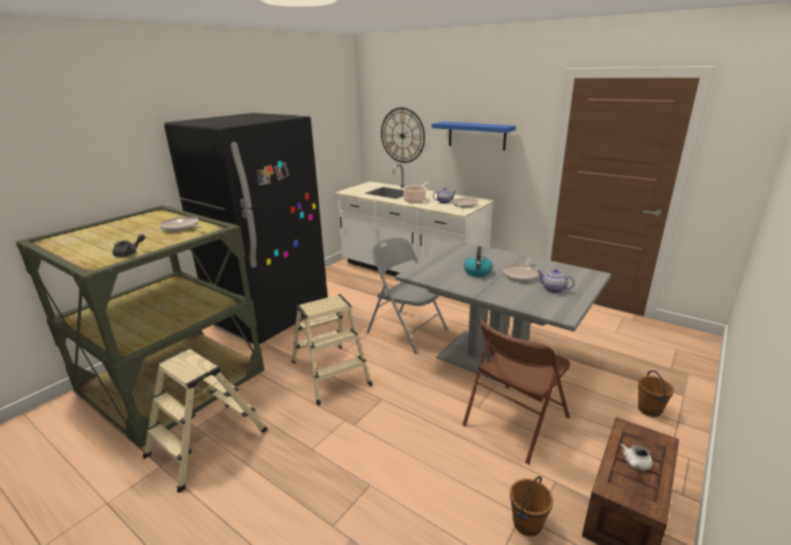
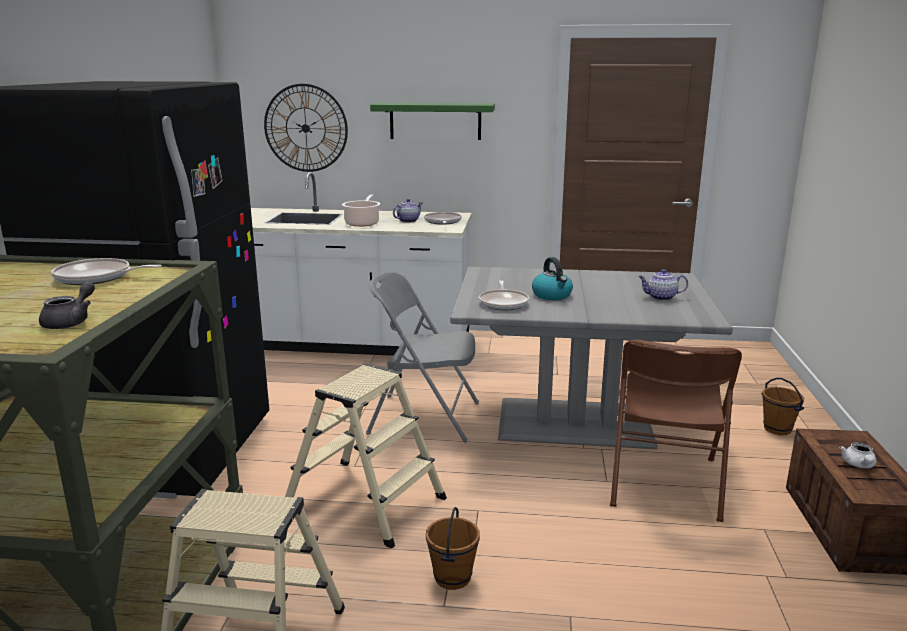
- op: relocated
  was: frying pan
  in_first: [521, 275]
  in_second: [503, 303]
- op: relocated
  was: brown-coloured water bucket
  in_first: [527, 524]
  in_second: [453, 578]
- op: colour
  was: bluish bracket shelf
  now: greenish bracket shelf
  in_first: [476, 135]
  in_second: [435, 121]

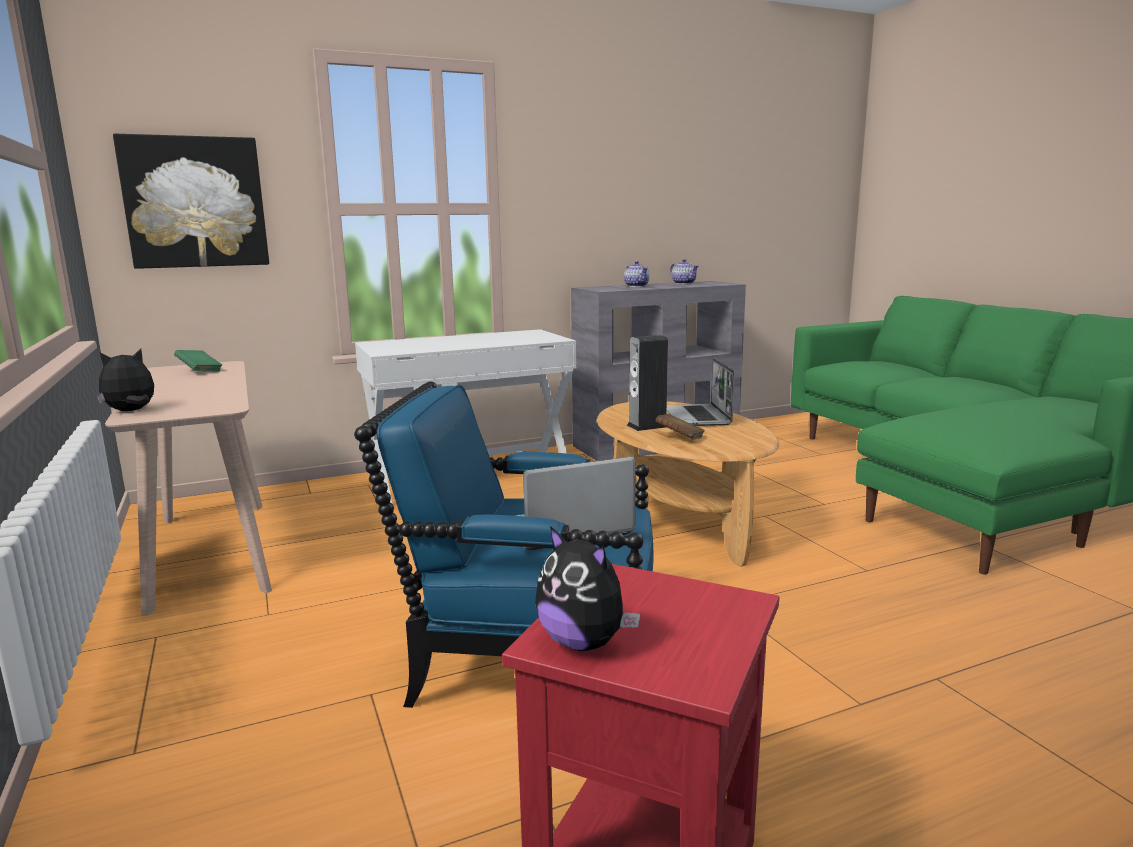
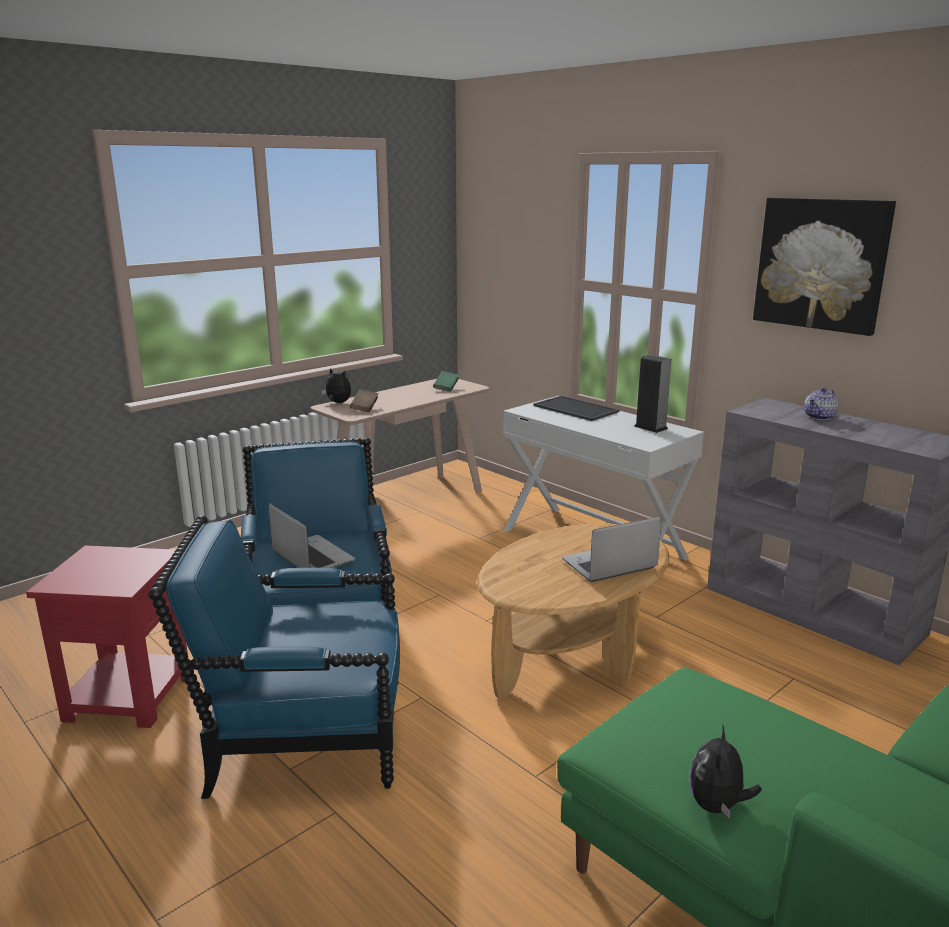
- op: missing
  was: pot for tea
  in_first: [683, 283]
- op: appeared
  now: bluish armchair
  in_second: [300, 736]
- op: appeared
  now: carrying tray
  in_second: [577, 408]
- op: relocated
  was: wall picture
  in_first: [195, 202]
  in_second: [821, 264]
- op: relocated
  was: plush toy
  in_first: [583, 642]
  in_second: [717, 806]
- op: relocated
  was: audio speaker
  in_first: [647, 426]
  in_second: [651, 427]
- op: relocated
  was: brown-coloured book
  in_first: [679, 438]
  in_second: [364, 408]

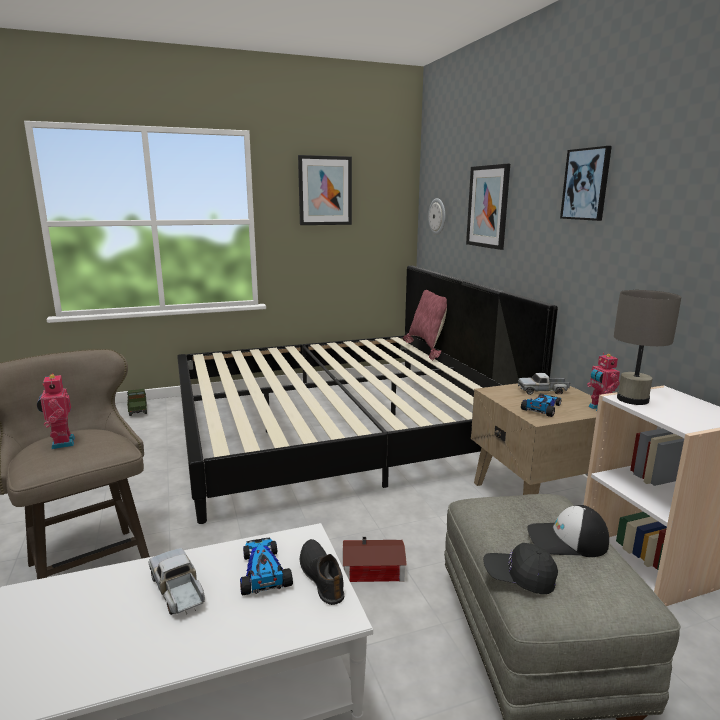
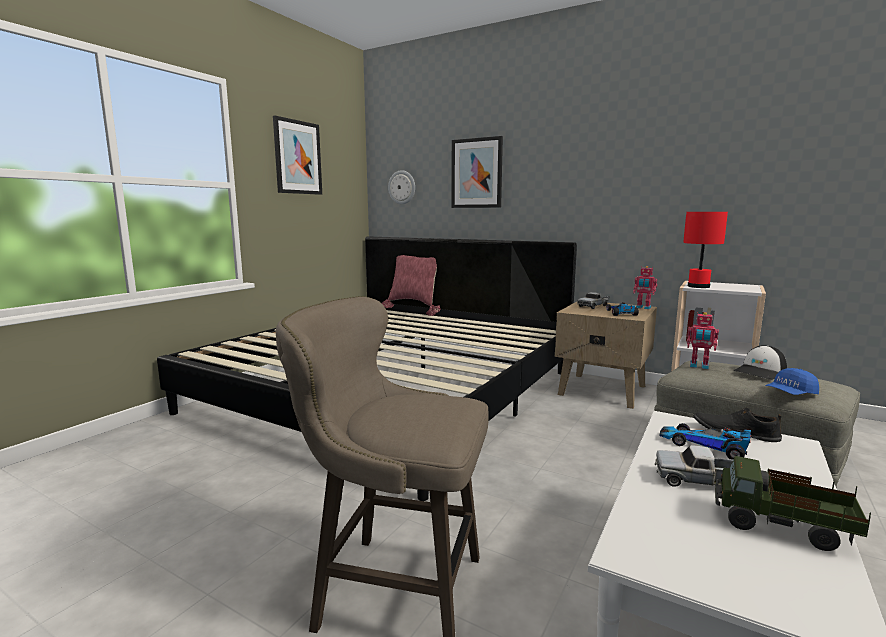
- op: missing
  was: toy house
  in_first: [375, 571]
- op: missing
  was: wall picture
  in_first: [586, 184]
- op: relocated
  was: toy robot
  in_first: [61, 443]
  in_second: [699, 366]
- op: relocated
  was: model truck
  in_first: [138, 411]
  in_second: [782, 527]
- op: colour
  was: black cap
  now: bluish cap
  in_first: [519, 578]
  in_second: [790, 394]
- op: colour
  was: gray lamp for a table
  now: reddish lamp for a table
  in_first: [633, 400]
  in_second: [699, 286]

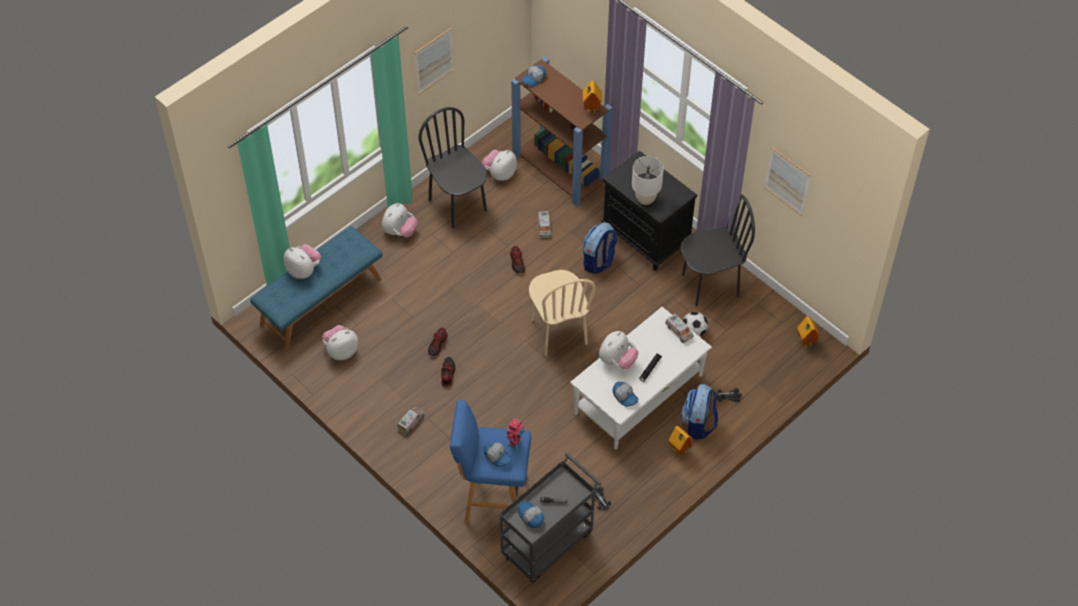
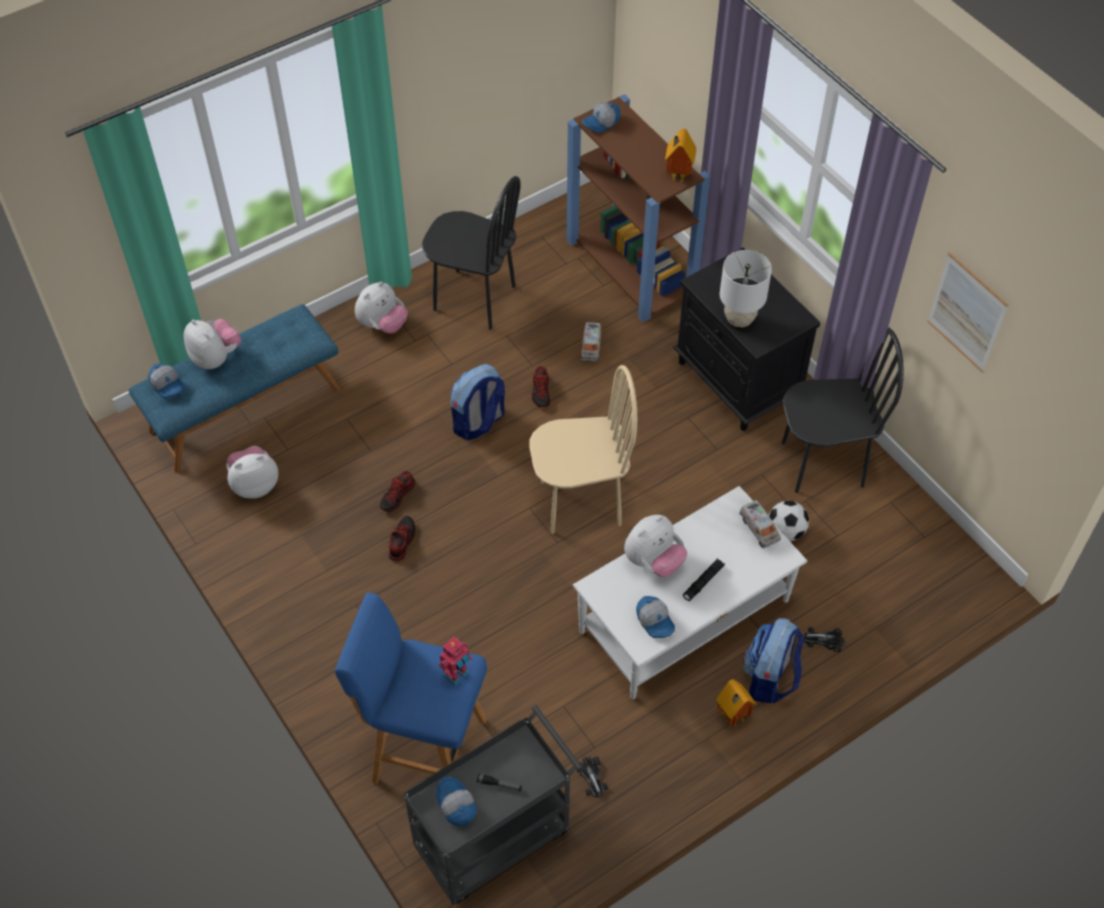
- op: missing
  was: model truck
  in_first: [410, 422]
- op: missing
  was: wall picture
  in_first: [434, 61]
- op: missing
  was: plush toy
  in_first: [500, 174]
- op: missing
  was: toy house
  in_first: [805, 342]
- op: relocated
  was: cap
  in_first: [498, 456]
  in_second: [168, 385]
- op: relocated
  was: knapsack
  in_first: [599, 261]
  in_second: [478, 423]
- op: spun
  was: black plain chair
  in_first: [458, 205]
  in_second: [474, 299]
  clockwise: 135
- op: spun
  was: beige-coloured plain chair
  in_first: [558, 332]
  in_second: [580, 502]
  clockwise: -90

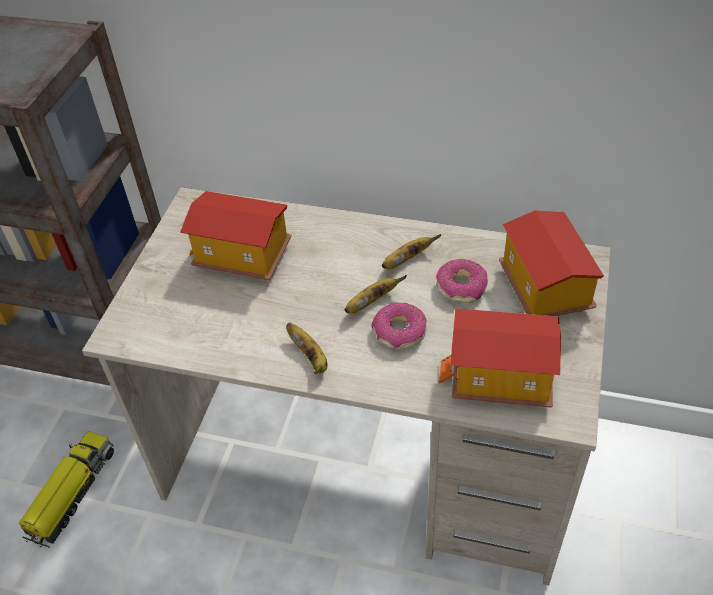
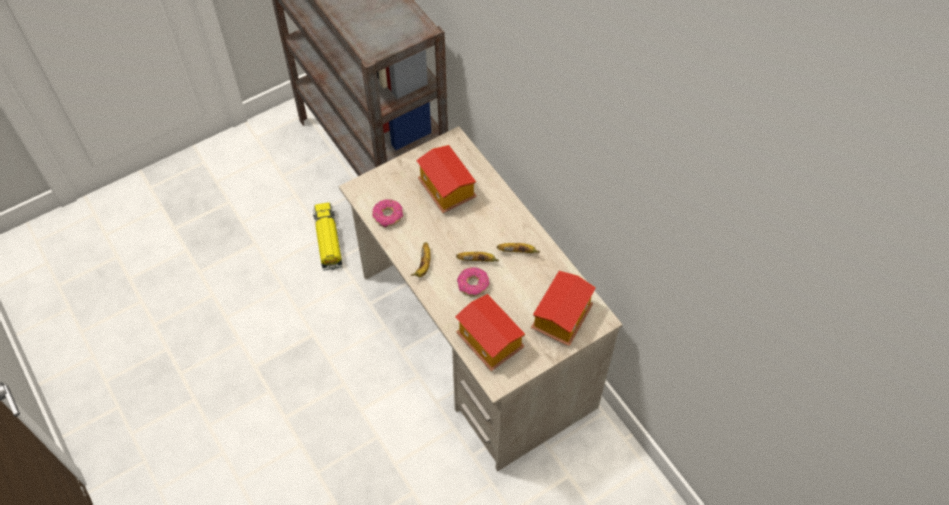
- op: relocated
  was: doughnut
  in_first: [461, 286]
  in_second: [388, 216]
- op: spun
  was: model truck
  in_first: [71, 494]
  in_second: [328, 240]
  clockwise: -75

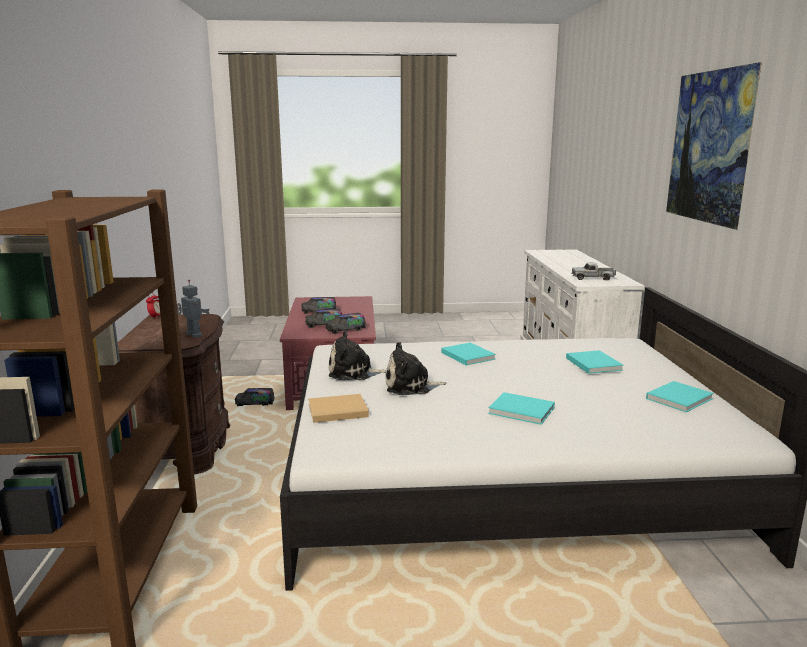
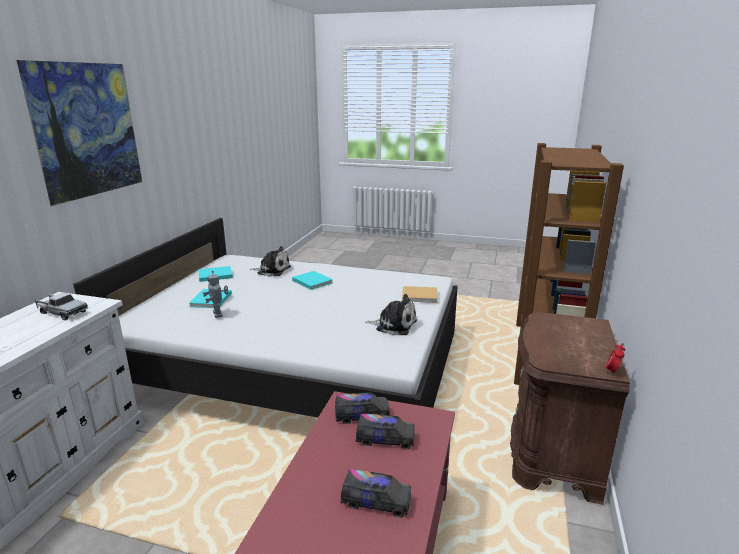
- op: missing
  was: model truck
  in_first: [255, 404]
- op: missing
  was: blue-green book
  in_first: [467, 355]
- op: relocated
  was: toy robot
  in_first: [193, 335]
  in_second: [218, 314]
- op: relocated
  was: plush toy
  in_first: [410, 386]
  in_second: [272, 270]

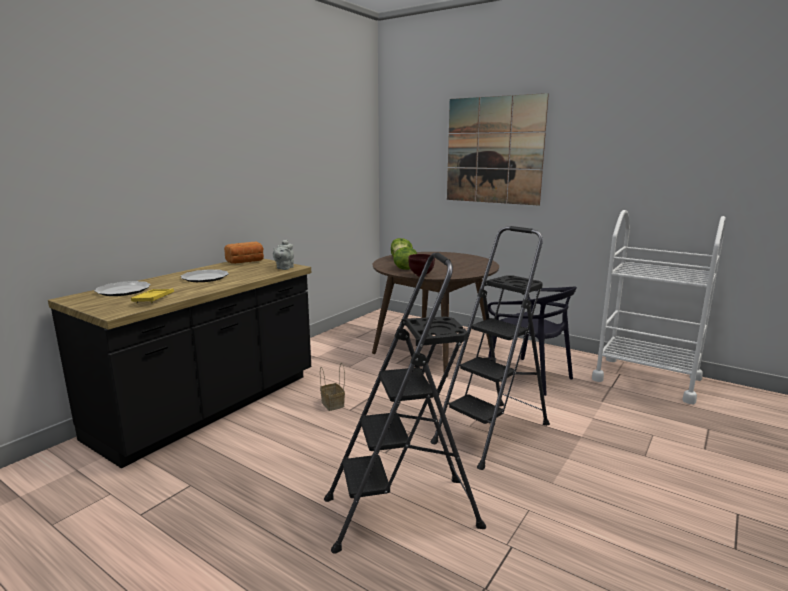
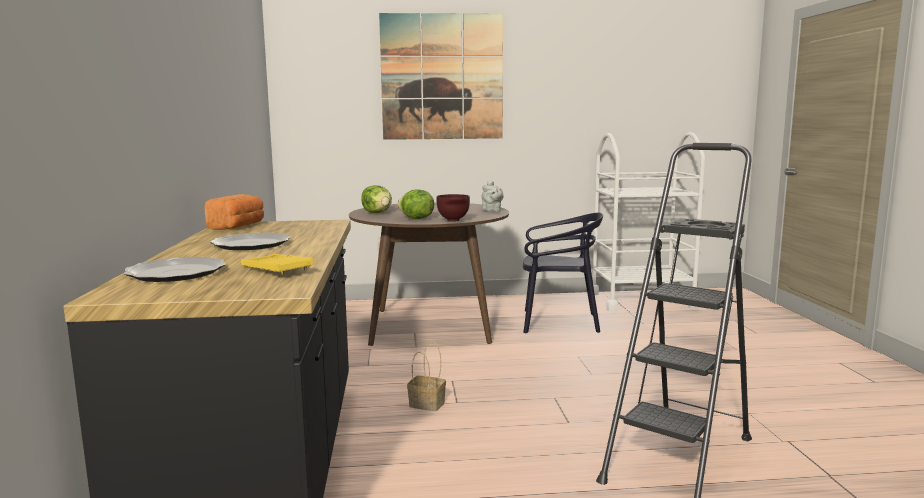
- op: missing
  was: stepladder
  in_first: [493, 432]
- op: relocated
  was: gray pot for tea
  in_first: [284, 268]
  in_second: [492, 210]

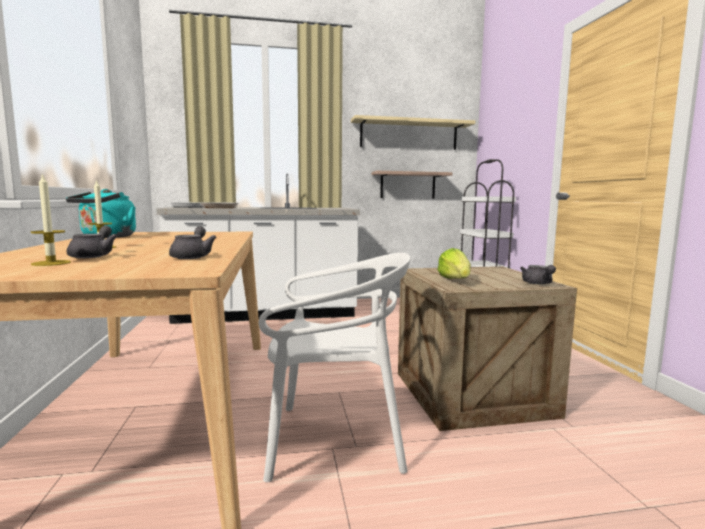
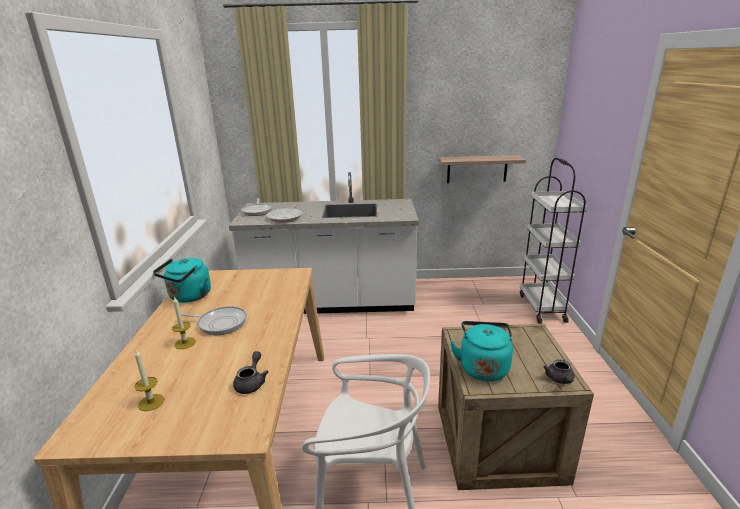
- op: missing
  was: gray pot for tea
  in_first: [94, 256]
- op: missing
  was: beige-coloured bracket shelf
  in_first: [409, 135]
- op: appeared
  now: frying pan
  in_second: [220, 323]
- op: exchanged
  was: head of lettuce
  now: blue-green tea kettle
  in_first: [455, 280]
  in_second: [483, 367]

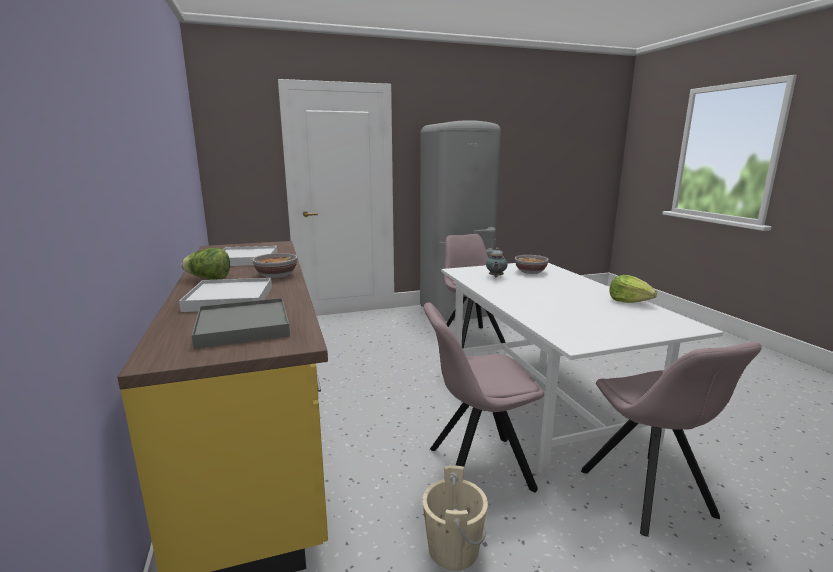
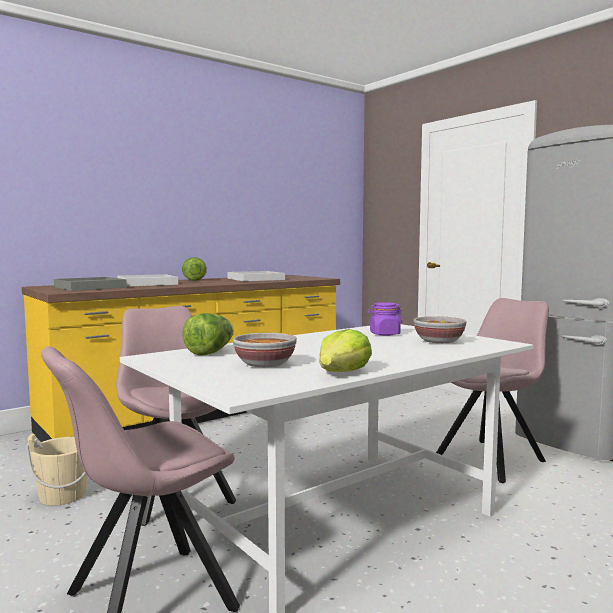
- op: appeared
  now: head of lettuce
  in_second: [210, 352]
- op: relocated
  was: deep dish
  in_first: [276, 275]
  in_second: [264, 364]
- op: exchanged
  was: pot for tea
  now: purplish jar
  in_first: [495, 277]
  in_second: [384, 334]

